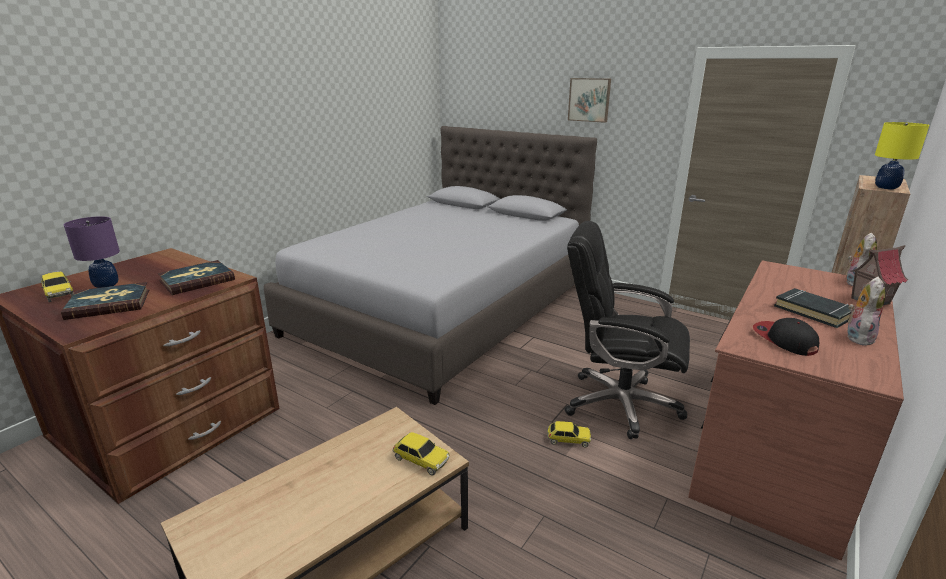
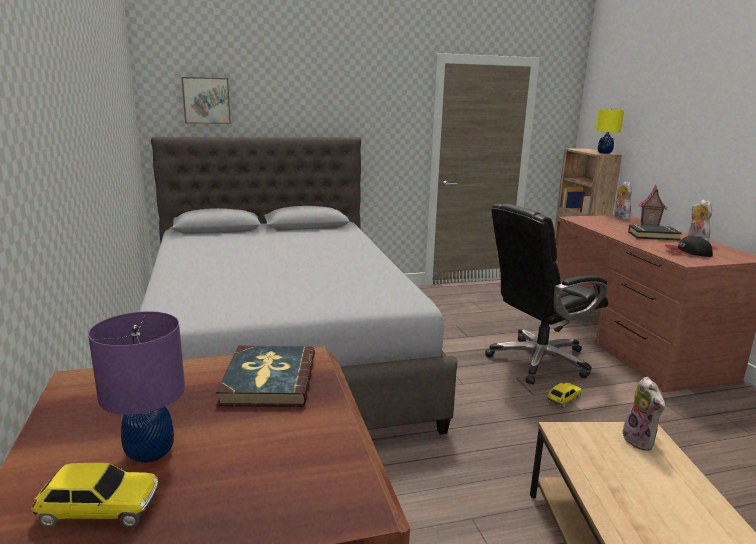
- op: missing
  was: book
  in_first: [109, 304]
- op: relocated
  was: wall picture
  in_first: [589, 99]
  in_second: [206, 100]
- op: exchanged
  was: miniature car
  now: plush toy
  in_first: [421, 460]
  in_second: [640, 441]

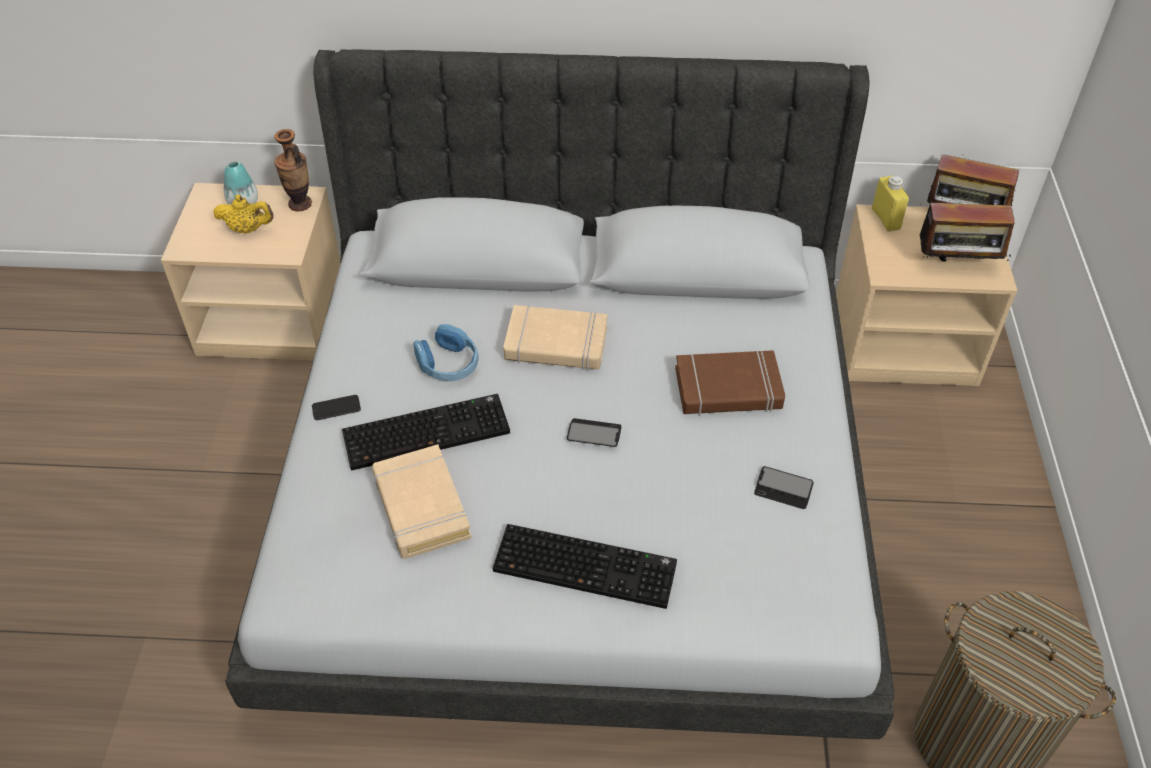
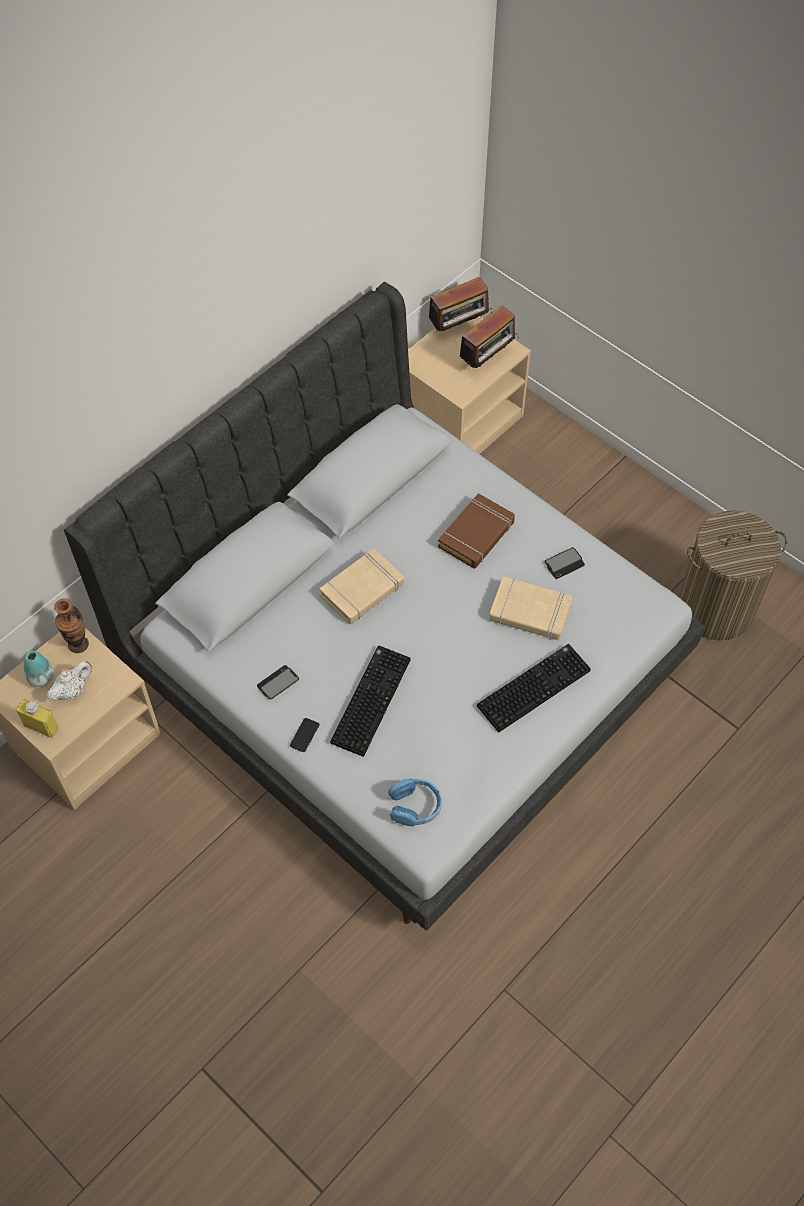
- op: relocated
  was: beige-coloured book
  in_first: [421, 507]
  in_second: [530, 612]
- op: relocated
  was: bluish headset
  in_first: [448, 364]
  in_second: [415, 806]
- op: relocated
  was: handset
  in_first: [594, 434]
  in_second: [278, 683]
- op: relocated
  was: yellow drink bottle
  in_first: [885, 219]
  in_second: [41, 727]
- op: colour
  was: yellow pot for tea
  now: whitish pot for tea
  in_first: [248, 229]
  in_second: [72, 690]

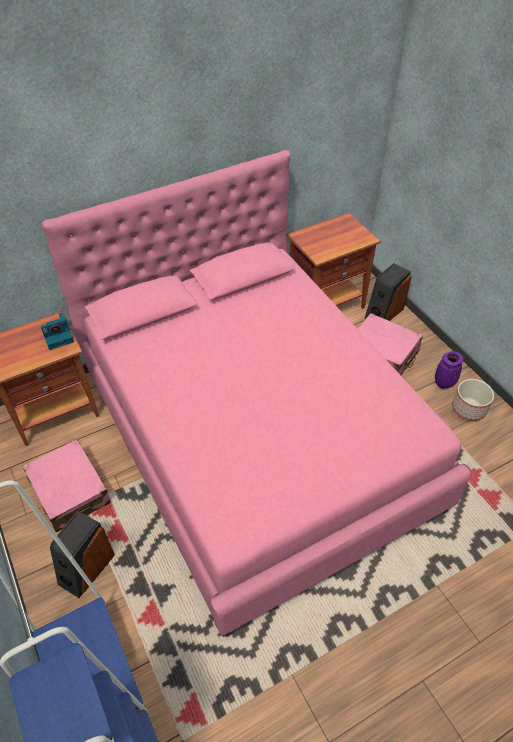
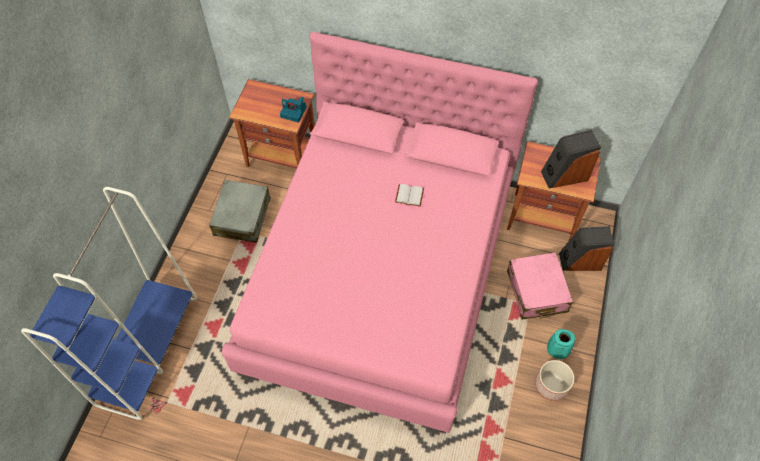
- op: appeared
  now: whitish book
  in_second: [410, 195]
- op: relocated
  was: audio speaker
  in_first: [86, 568]
  in_second: [564, 175]
- op: colour
  was: pink suitcase
  now: gray suitcase
  in_first: [70, 491]
  in_second: [242, 217]
- op: colour
  was: purplish decorative vase
  now: blue-green decorative vase
  in_first: [443, 384]
  in_second: [556, 352]

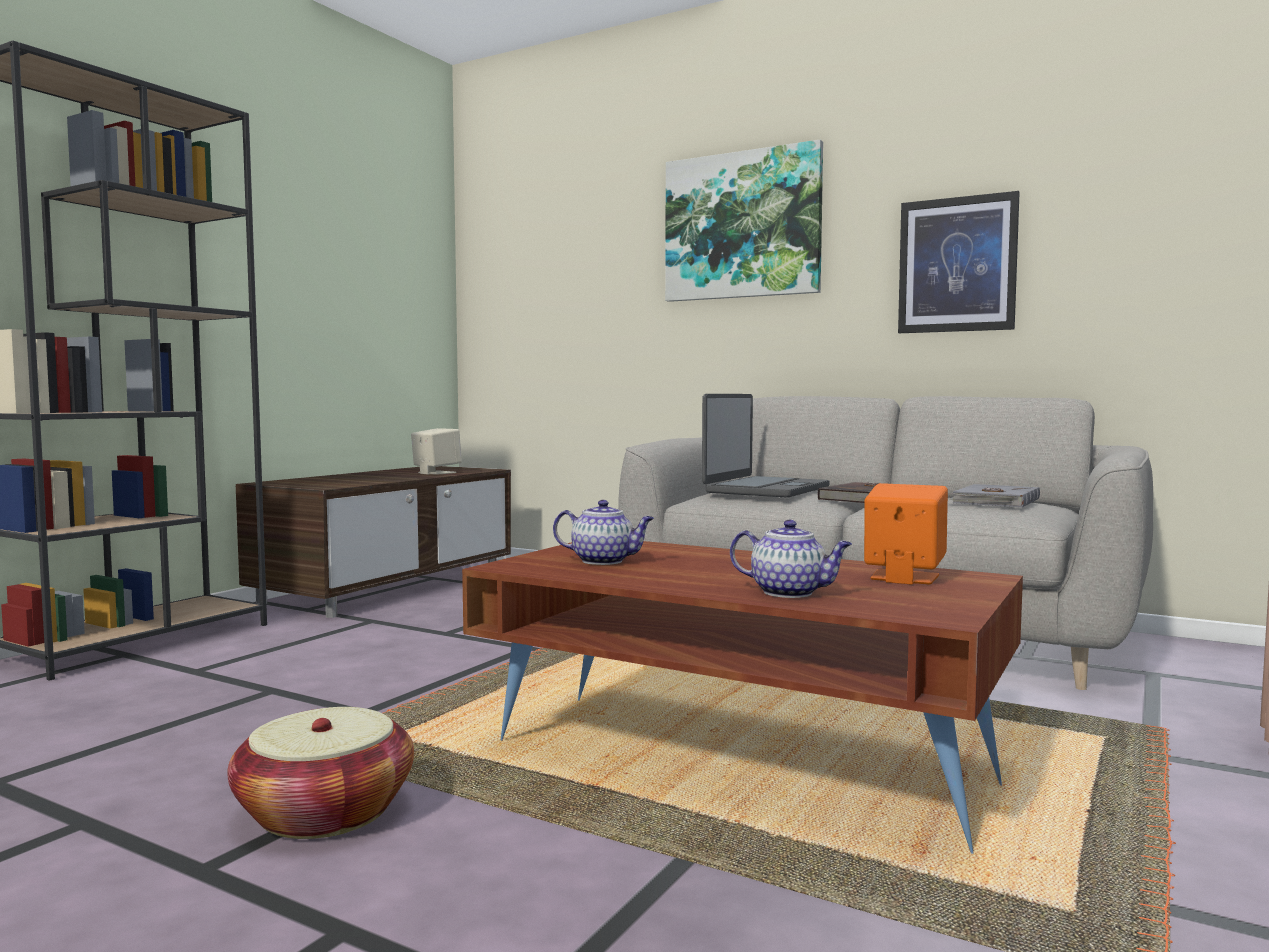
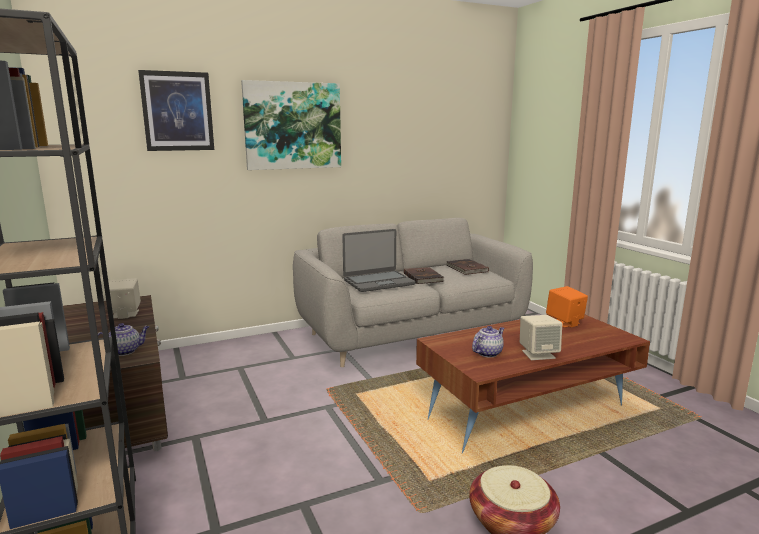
- op: appeared
  now: beige-coloured audio speaker
  in_second: [538, 354]
- op: relocated
  was: pot for tea
  in_first: [790, 592]
  in_second: [125, 351]
- op: relocated
  was: wall picture
  in_first: [957, 265]
  in_second: [177, 111]
- op: colour
  was: gray book
  now: brown-coloured book
  in_first: [994, 501]
  in_second: [466, 269]
- op: spun
  was: notebook computer
  in_first: [765, 489]
  in_second: [378, 282]
  clockwise: 90

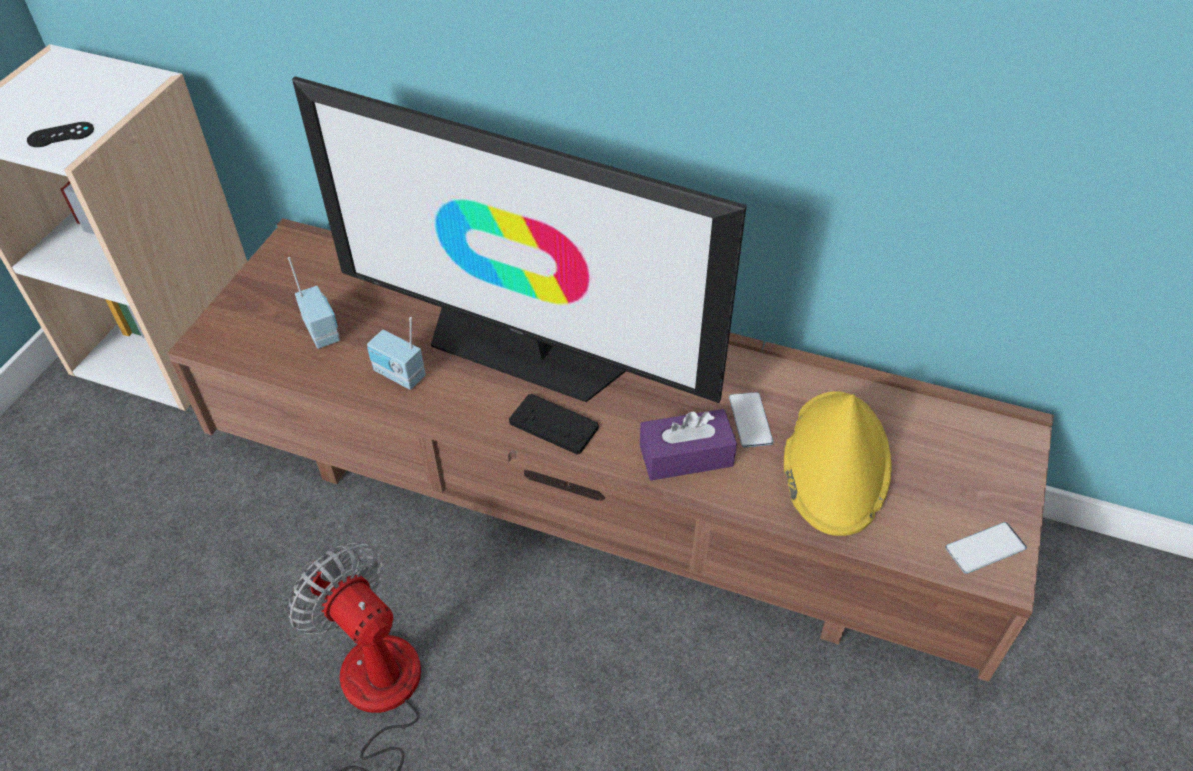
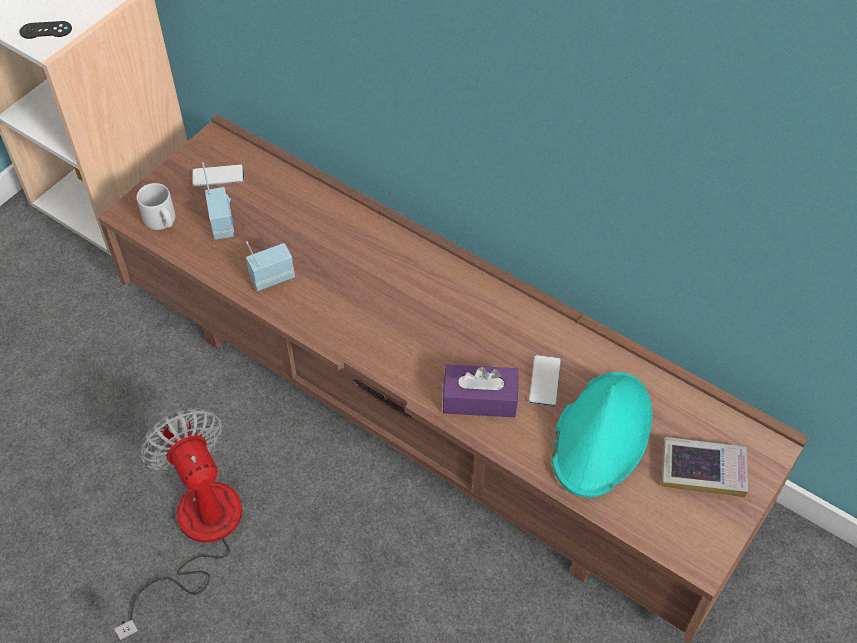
- op: missing
  was: TV
  in_first: [525, 349]
- op: missing
  was: black game controller
  in_first: [553, 425]
- op: appeared
  now: gray mug
  in_second: [162, 221]
- op: appeared
  now: book
  in_second: [703, 470]
- op: relocated
  was: handset
  in_first: [985, 548]
  in_second: [218, 176]
- op: colour
  was: yellow wearable hat
  now: blue-green wearable hat
  in_first: [835, 462]
  in_second: [601, 434]
- op: spun
  was: radio
  in_first: [398, 375]
  in_second: [271, 277]
  clockwise: 105

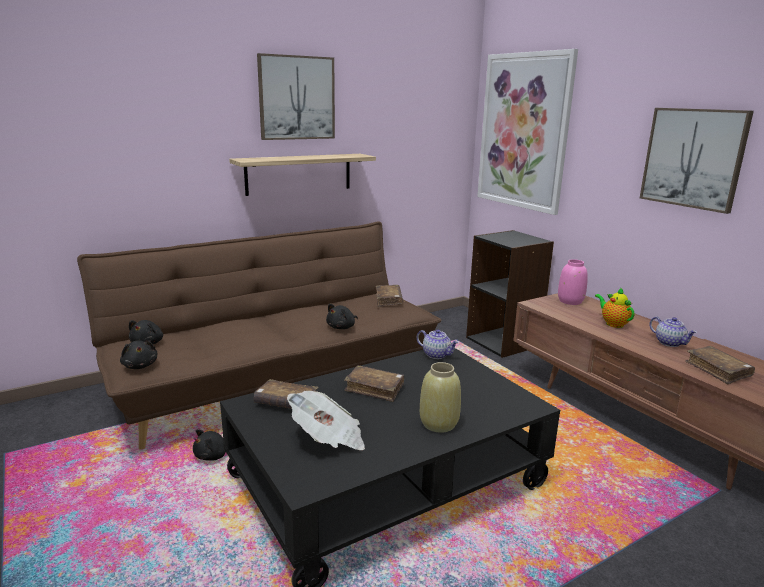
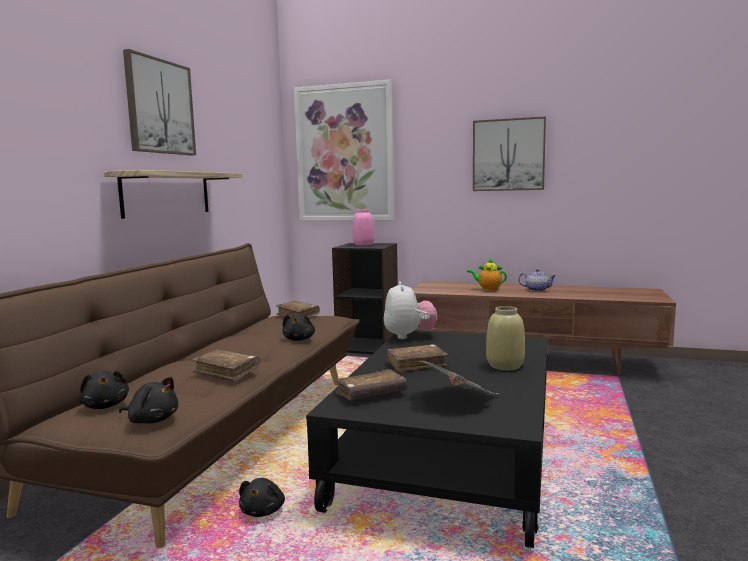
- op: relocated
  was: pink decorative vase
  in_first: [570, 301]
  in_second: [363, 244]
- op: relocated
  was: brown-coloured book
  in_first: [717, 370]
  in_second: [226, 372]
- op: exchanged
  was: pot for tea
  now: plush toy
  in_first: [436, 355]
  in_second: [409, 336]

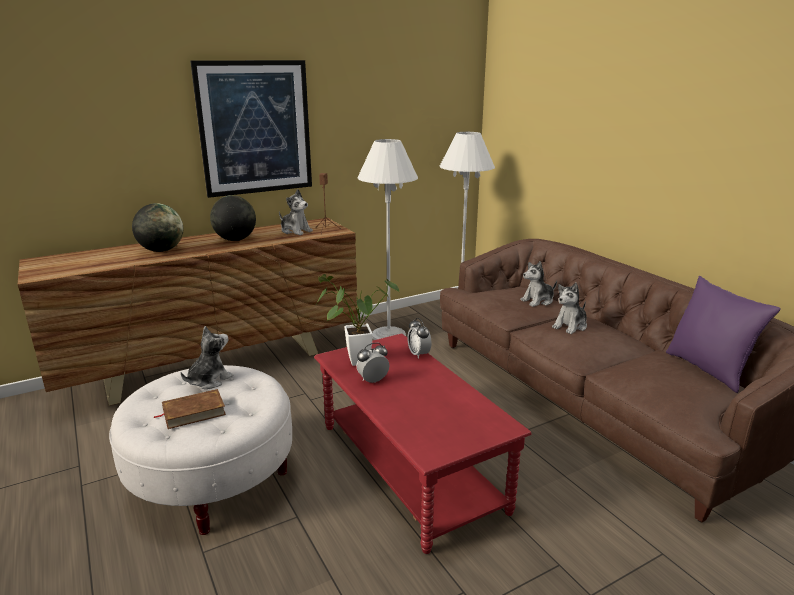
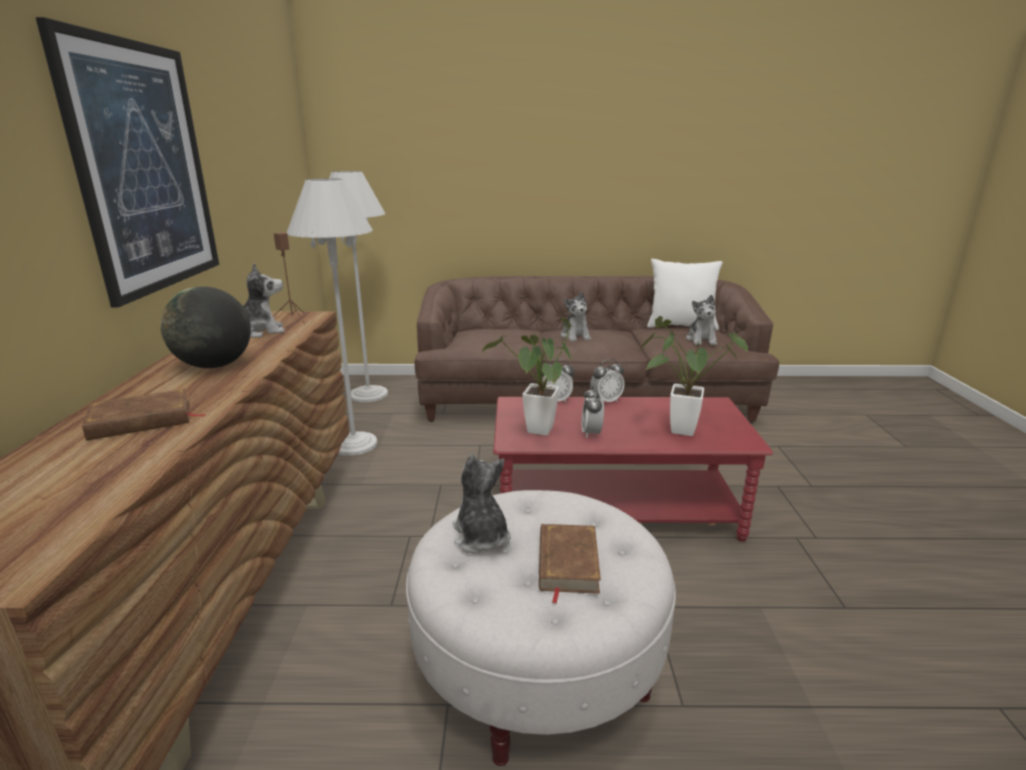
- op: appeared
  now: alarm clock
  in_second: [606, 401]
- op: appeared
  now: potted plant
  in_second: [675, 429]
- op: relocated
  was: plush toy
  in_first: [538, 301]
  in_second: [701, 340]
- op: exchanged
  was: world globe
  now: brown-coloured book
  in_first: [161, 250]
  in_second: [142, 420]
- op: colour
  was: purplish pillow
  now: whitish pillow
  in_first: [708, 369]
  in_second: [681, 326]

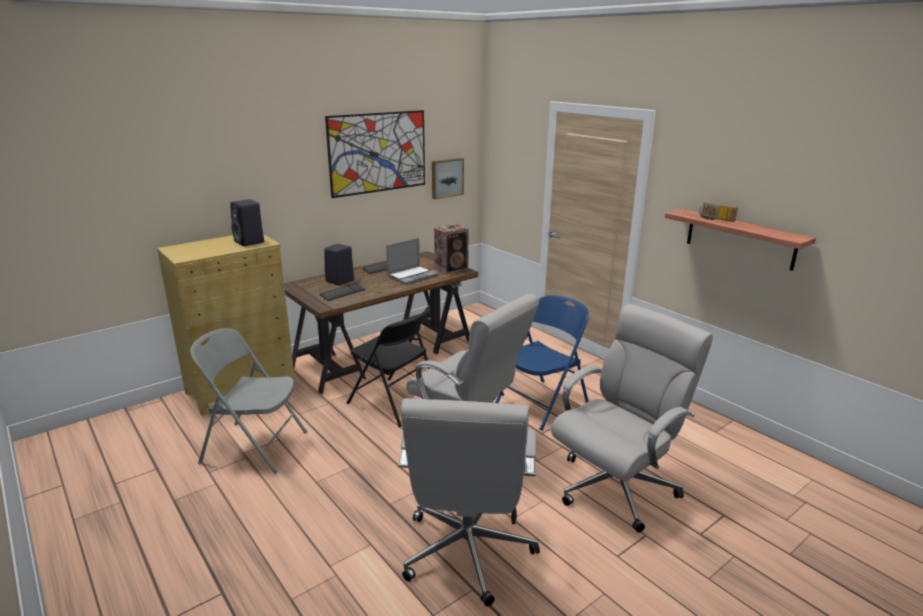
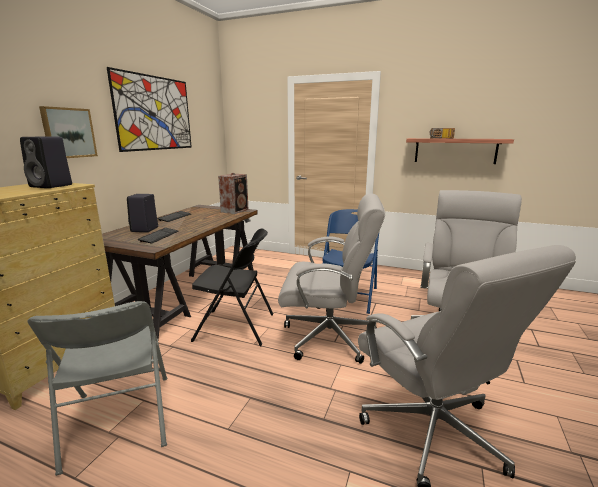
- op: missing
  was: notebook computer
  in_first: [412, 276]
- op: relocated
  was: wall picture
  in_first: [446, 178]
  in_second: [68, 133]
- op: spun
  was: gray plain chair
  in_first: [255, 447]
  in_second: [120, 419]
  clockwise: -90

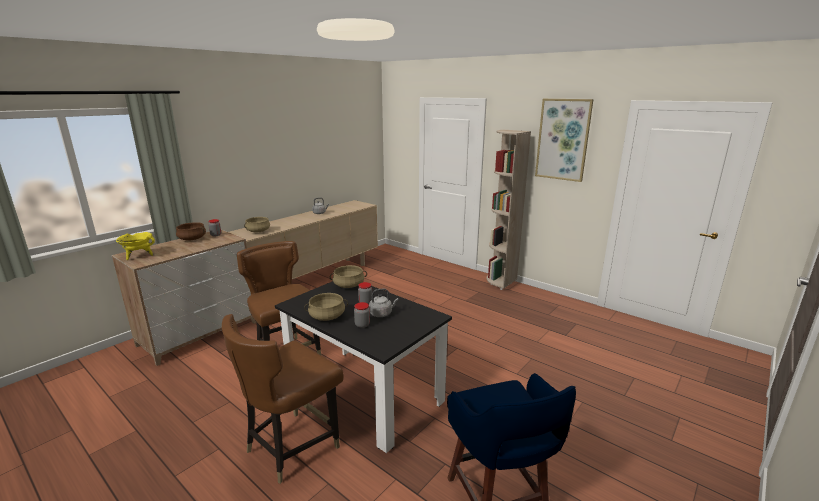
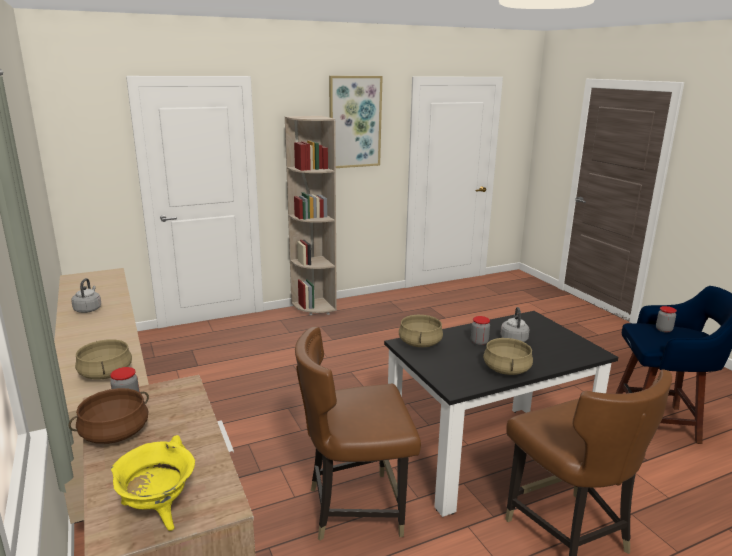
- op: relocated
  was: jar
  in_first: [362, 324]
  in_second: [663, 330]

